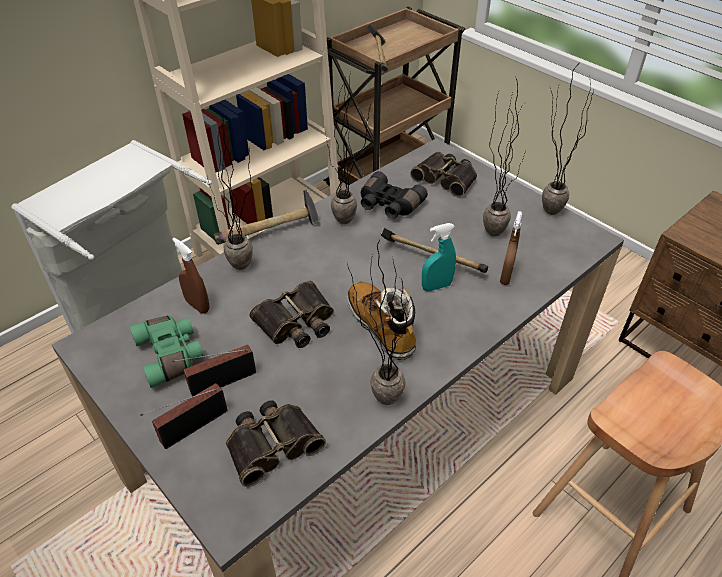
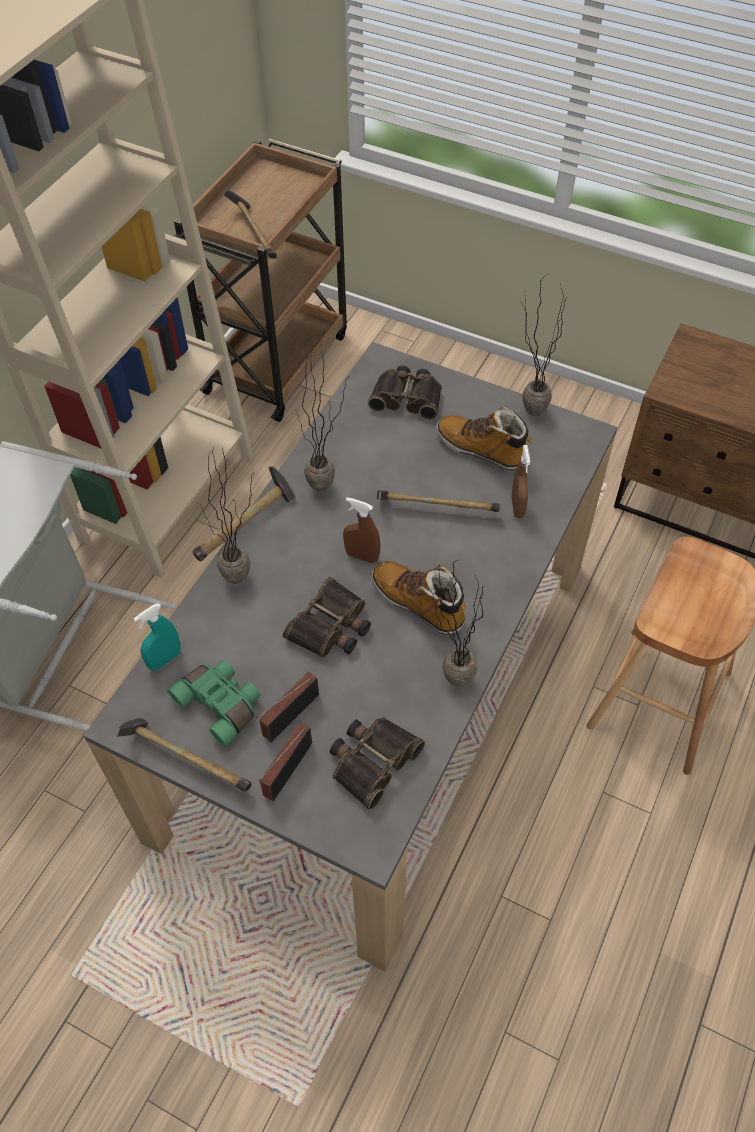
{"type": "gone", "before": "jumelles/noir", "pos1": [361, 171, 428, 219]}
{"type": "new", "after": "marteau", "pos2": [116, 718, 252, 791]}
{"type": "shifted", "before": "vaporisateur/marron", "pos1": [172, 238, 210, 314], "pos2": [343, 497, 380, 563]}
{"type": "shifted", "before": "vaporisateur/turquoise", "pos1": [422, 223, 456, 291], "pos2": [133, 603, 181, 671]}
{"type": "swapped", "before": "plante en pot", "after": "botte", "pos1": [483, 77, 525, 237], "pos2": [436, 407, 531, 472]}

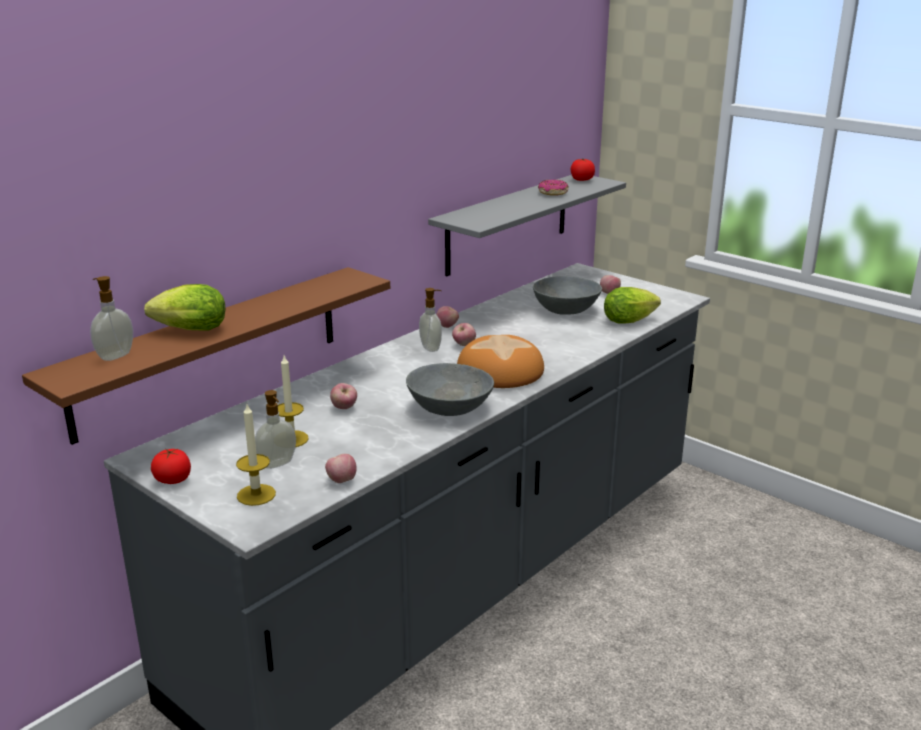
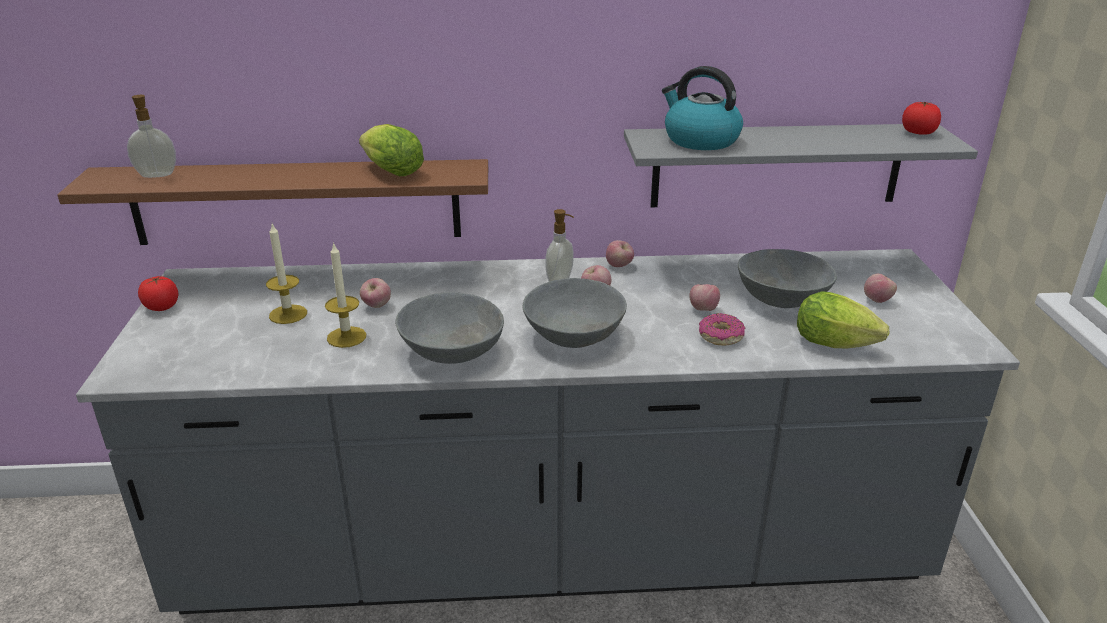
{"type": "gone", "before": "distributeur de savon", "pos1": [255, 390, 296, 469]}
{"type": "new", "after": "bouilloire", "pos2": [662, 66, 743, 150]}
{"type": "shifted", "before": "laitue", "pos1": [144, 284, 225, 330], "pos2": [359, 124, 424, 176]}
{"type": "shifted", "before": "bougie", "pos1": [236, 404, 276, 506], "pos2": [325, 242, 366, 348]}
{"type": "shifted", "before": "pomme", "pos1": [325, 454, 357, 483], "pos2": [689, 284, 720, 311]}
{"type": "shifted", "before": "beignet", "pos1": [538, 179, 568, 195], "pos2": [699, 313, 745, 346]}
{"type": "swapped", "before": "pain", "after": "bol/gris", "pos1": [457, 335, 544, 388], "pos2": [523, 278, 627, 348]}

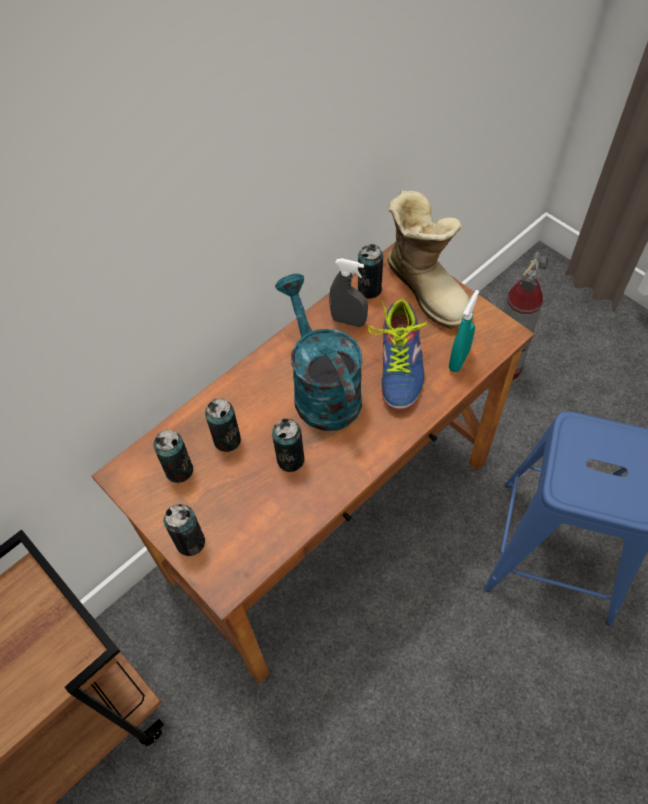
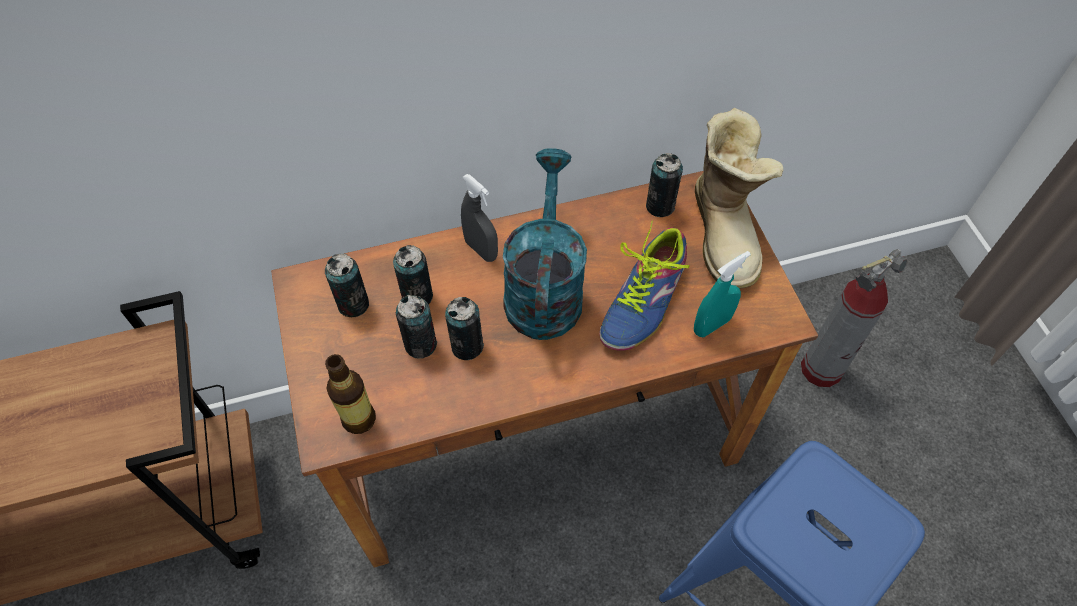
{"type": "new", "after": "bouteille", "pos2": [325, 354, 376, 434]}
{"type": "shifted", "before": "boîte métallique", "pos1": [164, 504, 205, 556], "pos2": [396, 295, 437, 359]}
{"type": "shifted", "before": "vaporisateur/gris", "pos1": [329, 258, 368, 327], "pos2": [461, 174, 498, 262]}

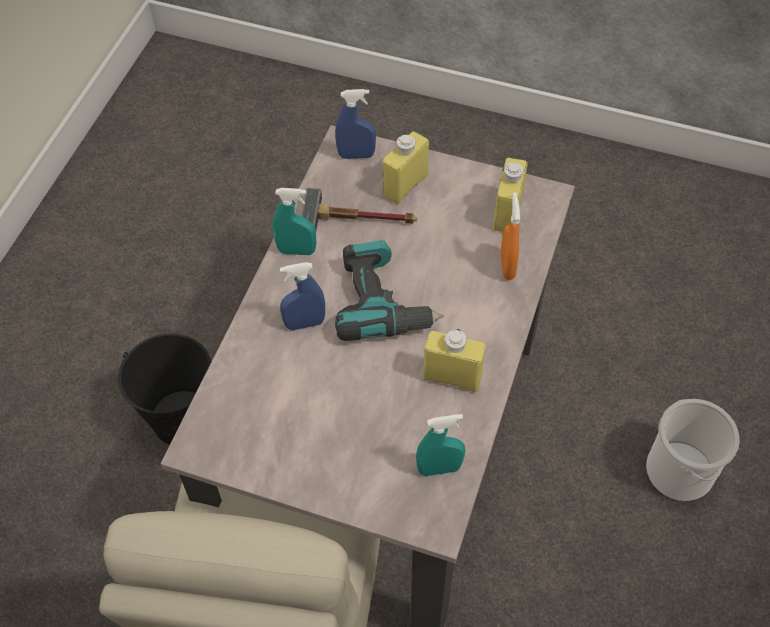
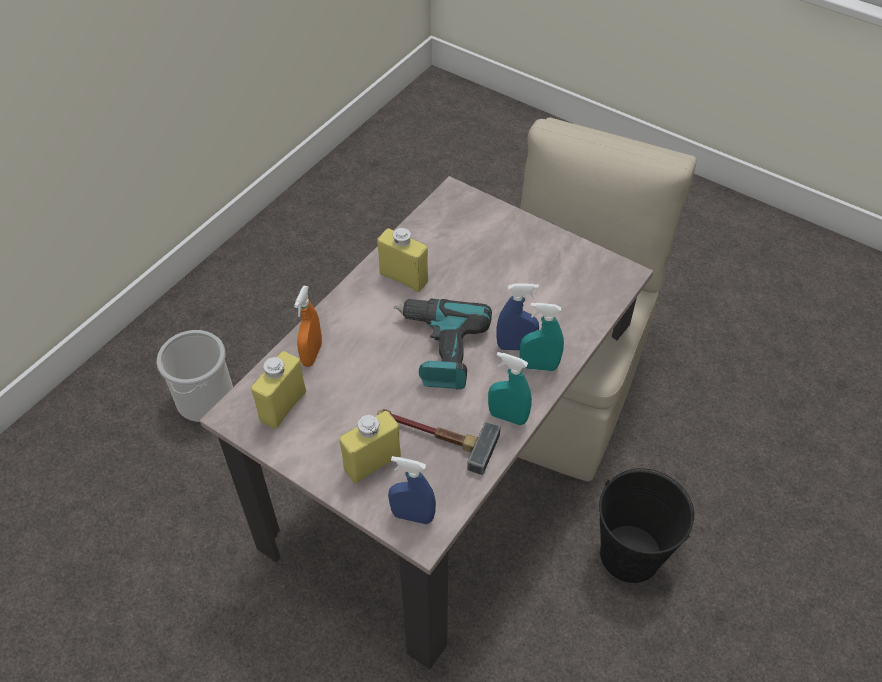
{"type": "shifted", "before": "vaporisateur/turquoise", "pos1": [416, 414, 465, 476], "pos2": [520, 302, 564, 371]}

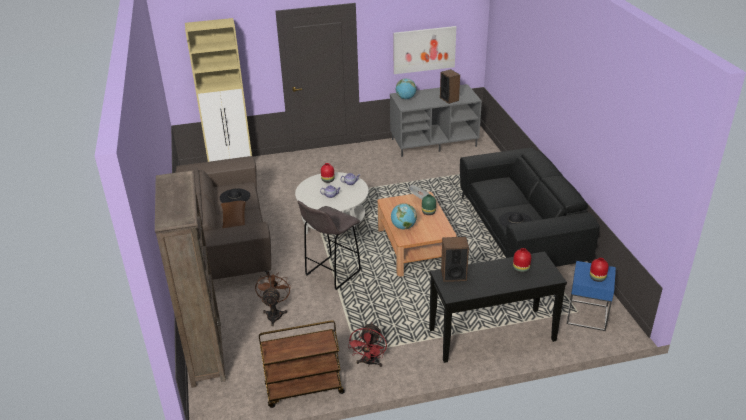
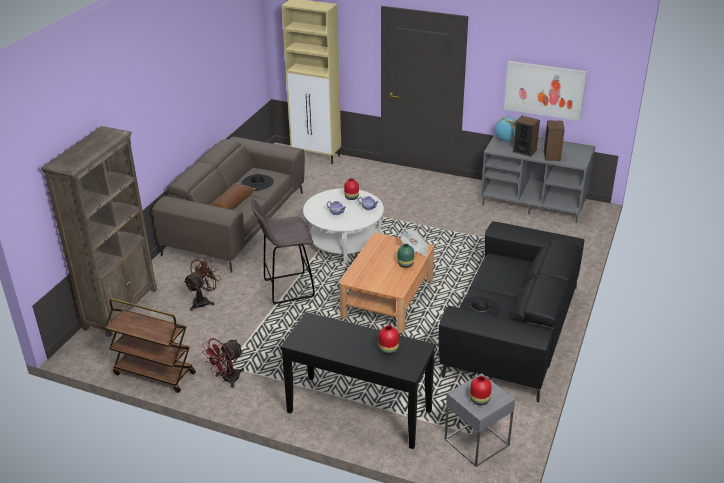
{"type": "gone", "before": "globe", "pos1": [391, 203, 417, 230]}
{"type": "shifted", "before": "enceinte", "pos1": [441, 237, 469, 282], "pos2": [513, 116, 540, 157]}
{"type": "repainted", "before": "table d'appoint/bleu", "after": "table d'appoint/gris", "pos1": [567, 261, 616, 331], "pos2": [445, 373, 515, 467]}

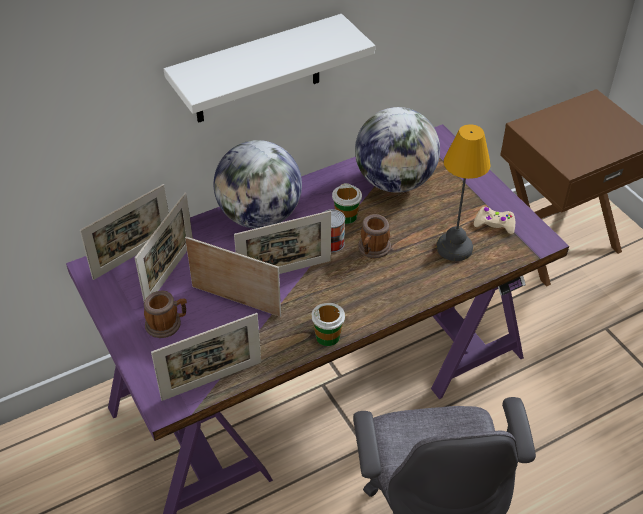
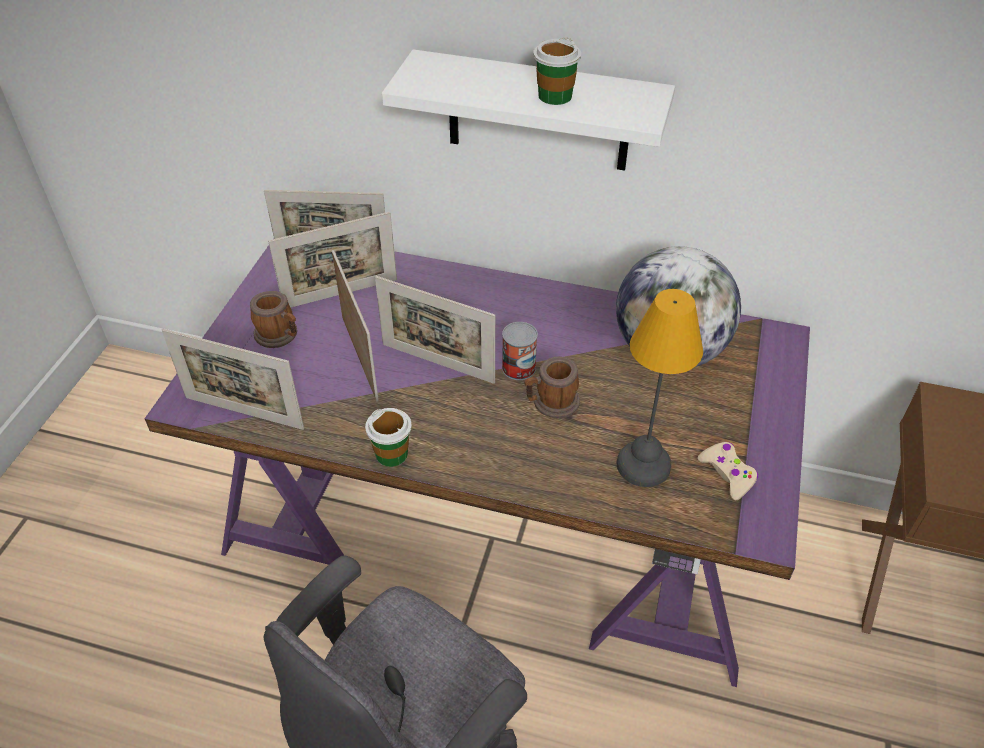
{"type": "gone", "before": "globe", "pos1": [213, 140, 302, 229]}
{"type": "shifted", "before": "tasse", "pos1": [332, 183, 362, 224], "pos2": [533, 37, 581, 105]}

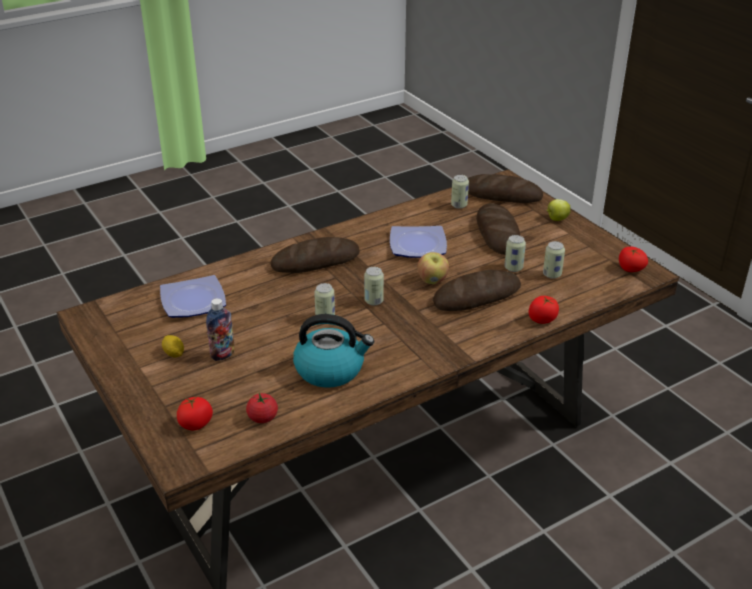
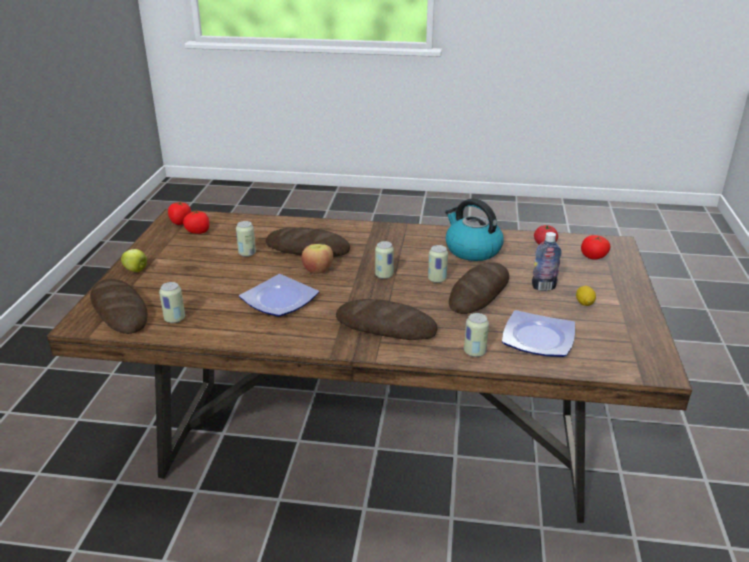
{"type": "shifted", "before": "pain", "pos1": [476, 203, 520, 255], "pos2": [449, 263, 509, 314]}
{"type": "shifted", "before": "tomate", "pos1": [529, 296, 559, 324], "pos2": [183, 210, 209, 234]}
{"type": "shifted", "before": "boîte métallique", "pos1": [543, 241, 565, 279], "pos2": [464, 313, 489, 357]}

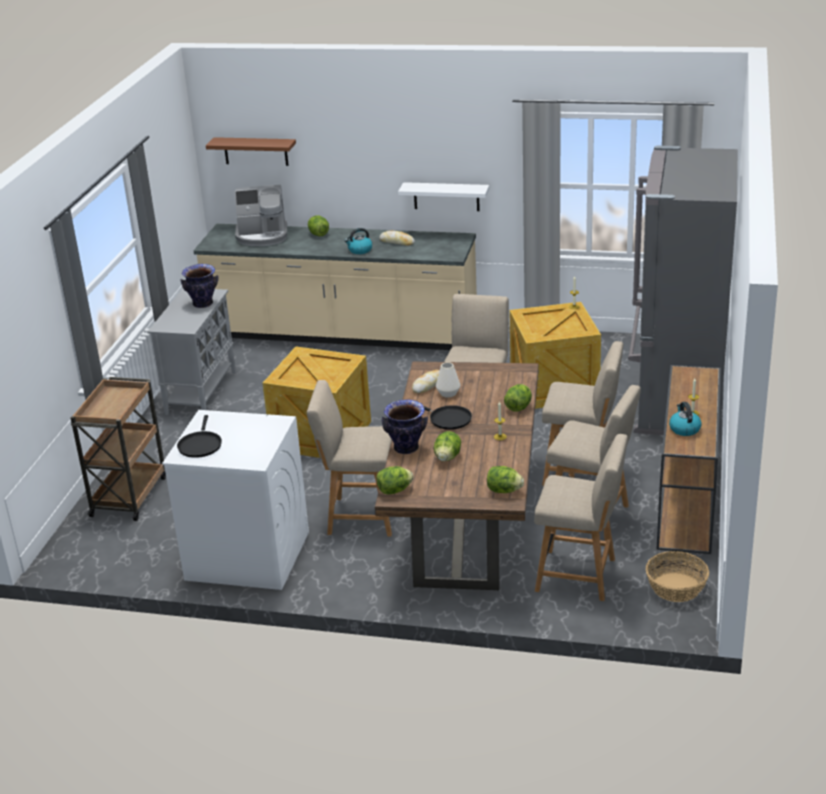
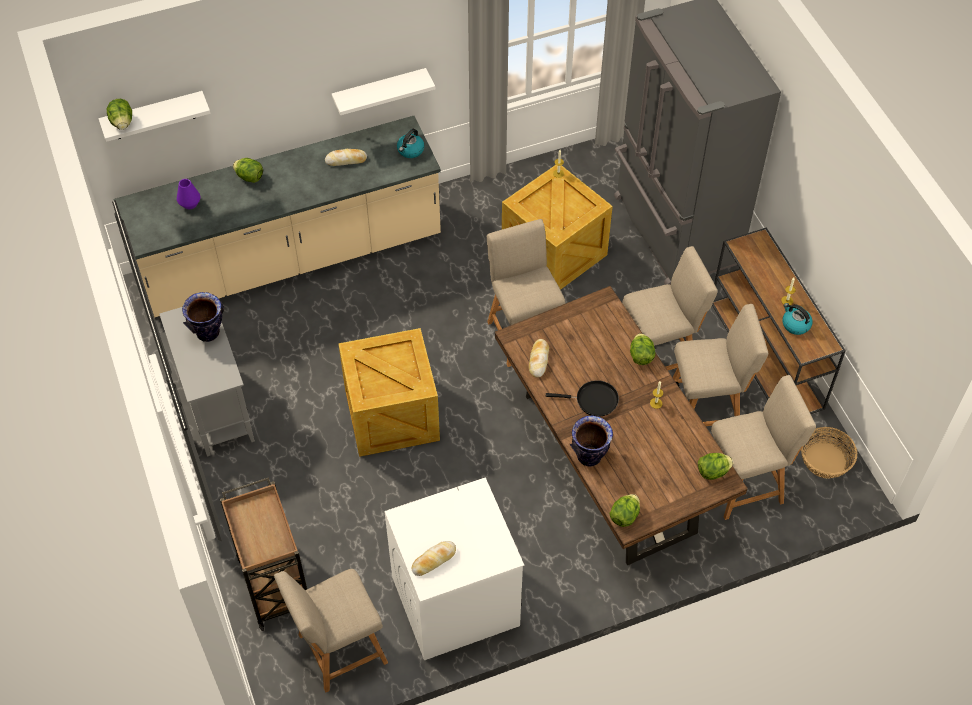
{"type": "gone", "before": "vase/blanc", "pos1": [436, 362, 461, 398]}
{"type": "shifted", "before": "chaise/beige", "pos1": [307, 380, 392, 536], "pos2": [274, 569, 388, 692]}
{"type": "shifted", "before": "bouilloire", "pos1": [344, 228, 372, 254], "pos2": [397, 129, 424, 158]}
{"type": "shifted", "before": "laitue", "pos1": [434, 431, 461, 461], "pos2": [107, 99, 132, 130]}
{"type": "swapped", "before": "poêle/noir", "after": "pain", "pos1": [177, 415, 222, 458], "pos2": [412, 541, 456, 576]}
{"type": "swapped", "before": "machine à café", "after": "vase/violet", "pos1": [235, 185, 287, 246], "pos2": [177, 179, 201, 209]}
{"type": "repainted", "before": "étagère/marron", "after": "étagère/blanc", "pos1": [206, 137, 296, 166], "pos2": [99, 91, 210, 142]}

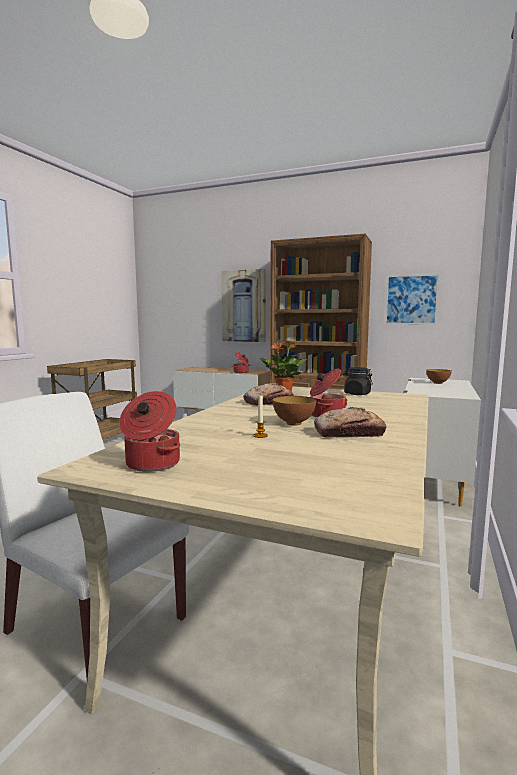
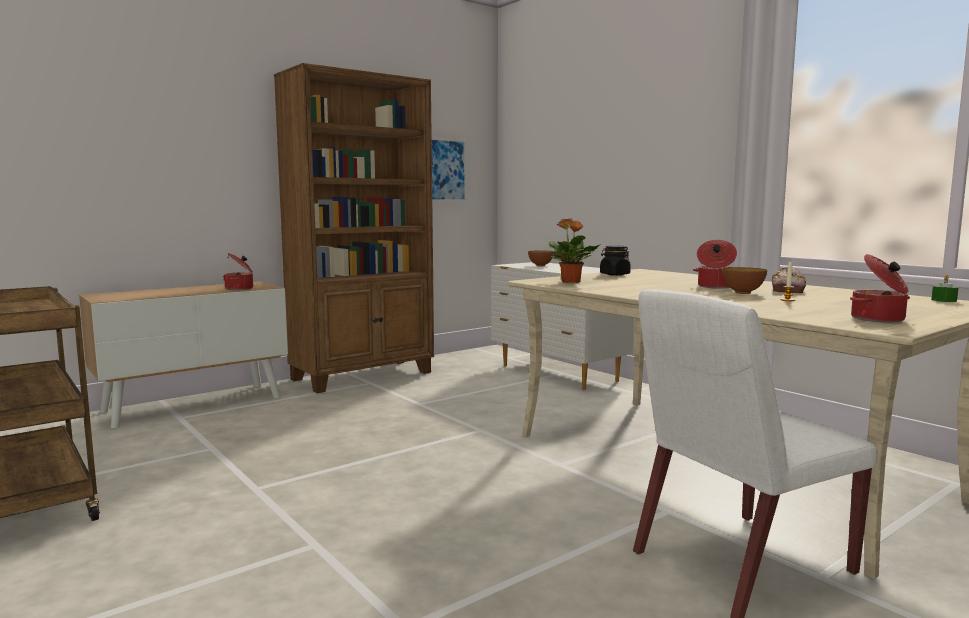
{"type": "gone", "before": "tableau", "pos1": [221, 269, 266, 342]}
{"type": "gone", "before": "pain", "pos1": [243, 383, 294, 406]}
{"type": "new", "after": "bougie/vert", "pos2": [931, 275, 959, 302]}

